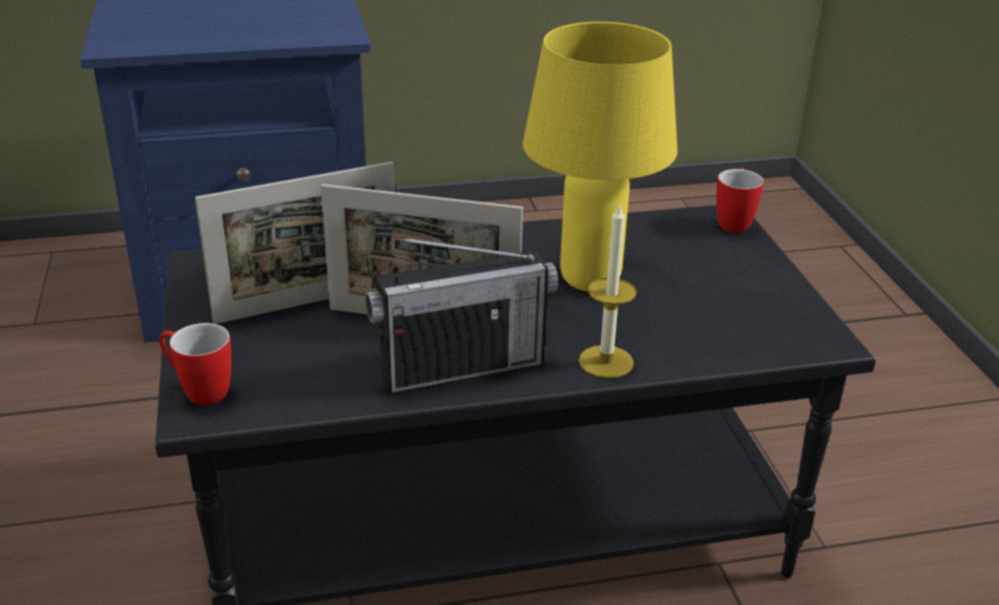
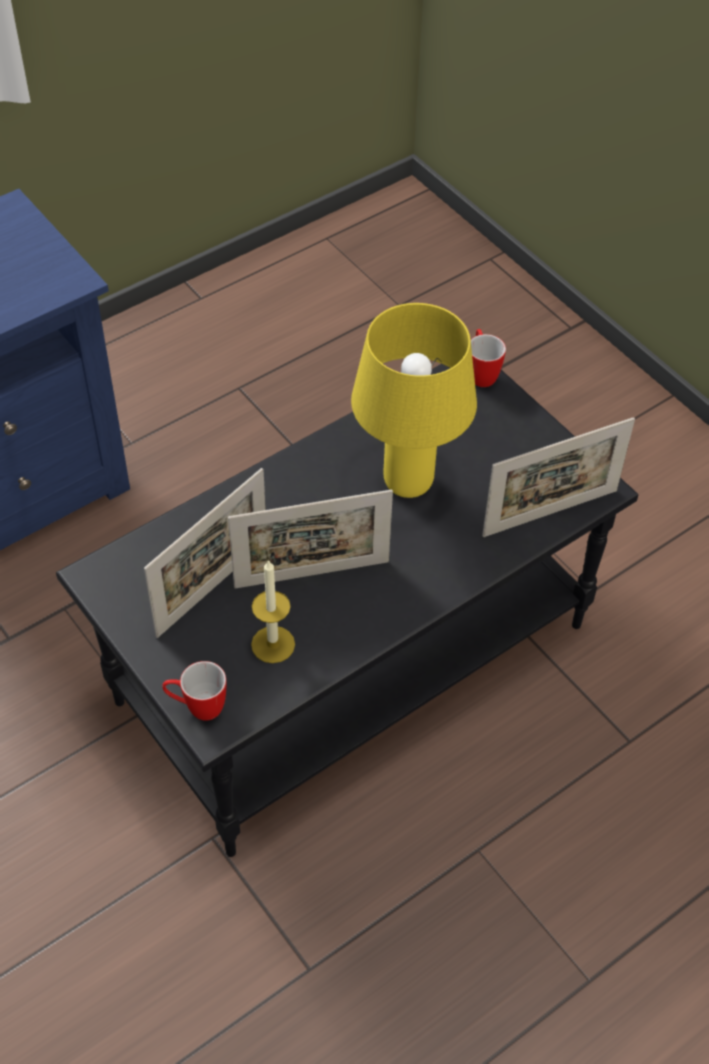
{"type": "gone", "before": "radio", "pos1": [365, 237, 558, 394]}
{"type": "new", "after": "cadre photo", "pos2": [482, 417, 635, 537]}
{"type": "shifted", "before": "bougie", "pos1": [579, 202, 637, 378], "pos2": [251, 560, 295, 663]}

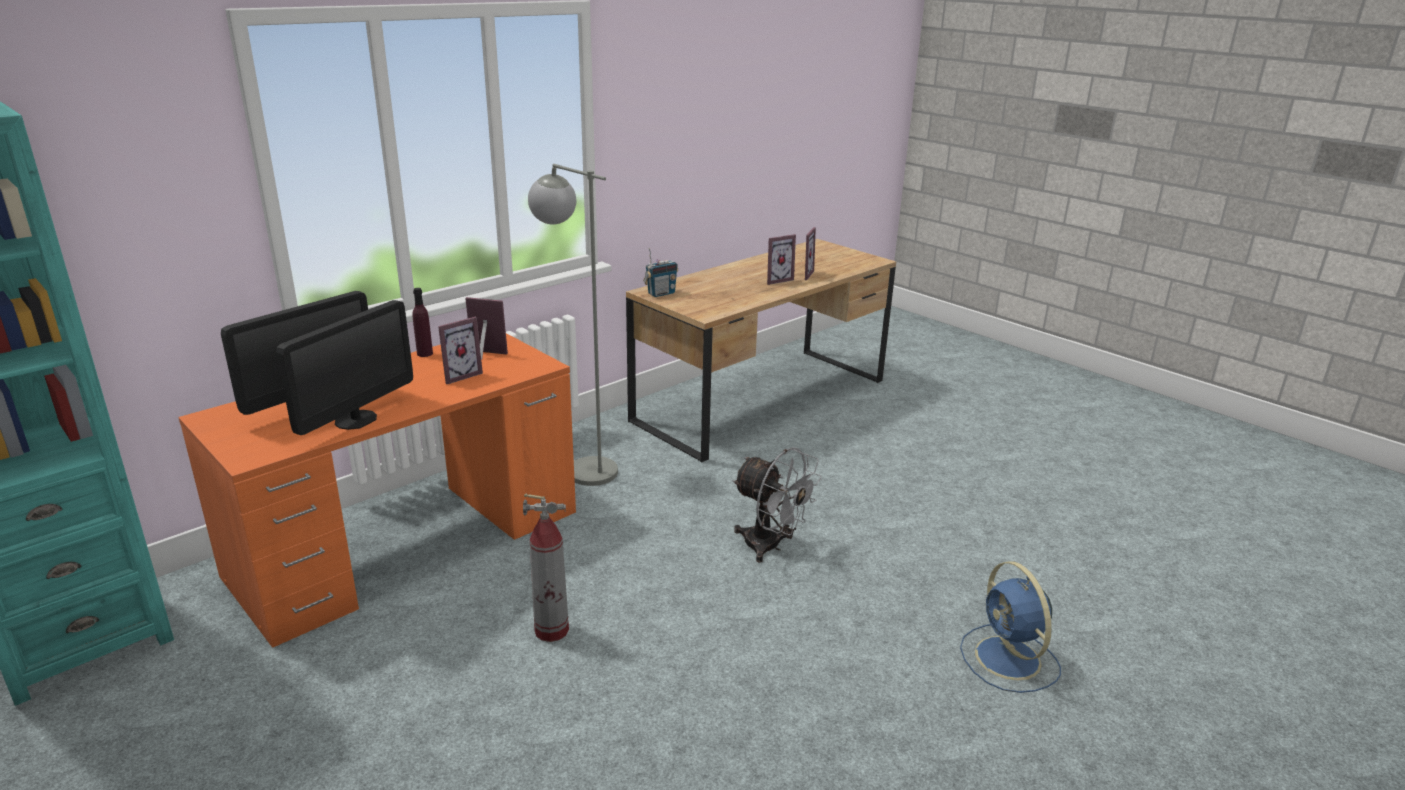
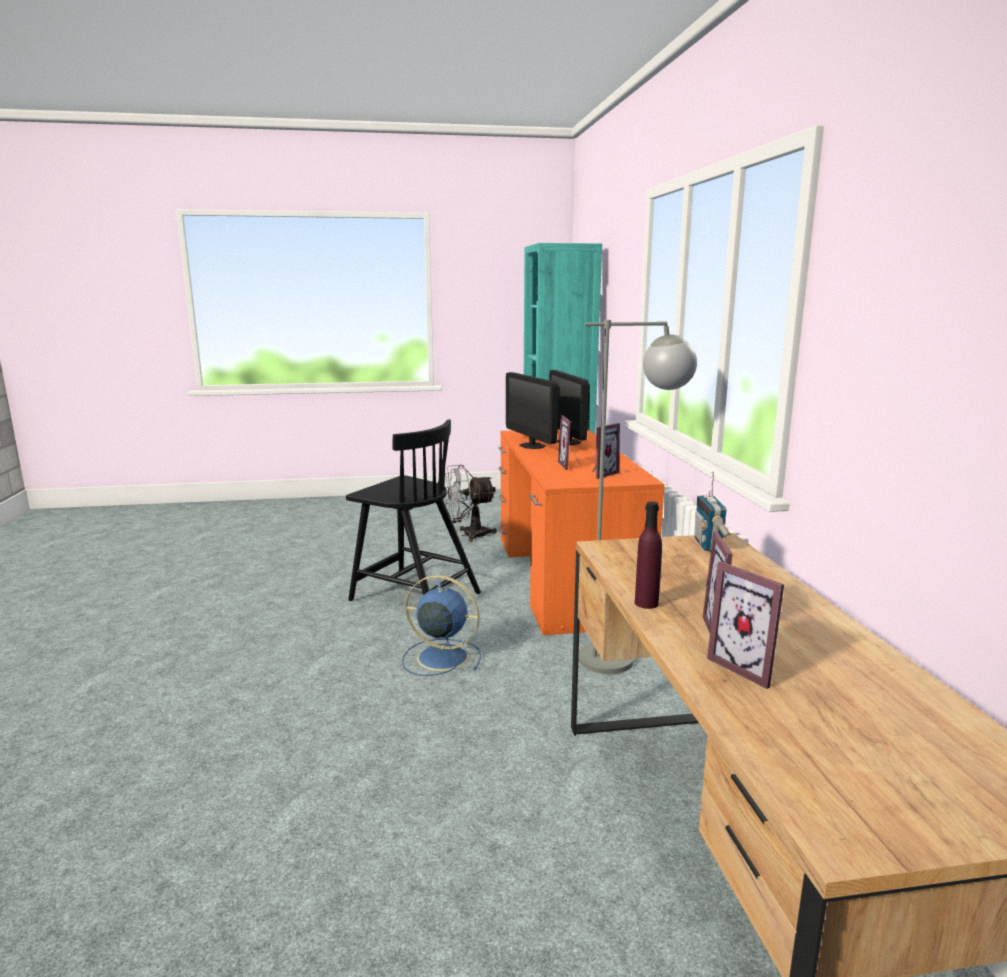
{"type": "shifted", "before": "bouteille/violet", "pos1": [412, 288, 433, 357], "pos2": [635, 501, 662, 609]}
{"type": "shifted", "before": "ventilateur/gris", "pos1": [733, 447, 822, 563], "pos2": [445, 464, 497, 542]}
{"type": "shifted", "before": "ventilateur/bleu", "pos1": [960, 561, 1061, 693], "pos2": [402, 575, 481, 676]}
{"type": "swapped", "before": "extincteur", "after": "chaise/noir", "pos1": [523, 494, 569, 642], "pos2": [346, 419, 481, 601]}

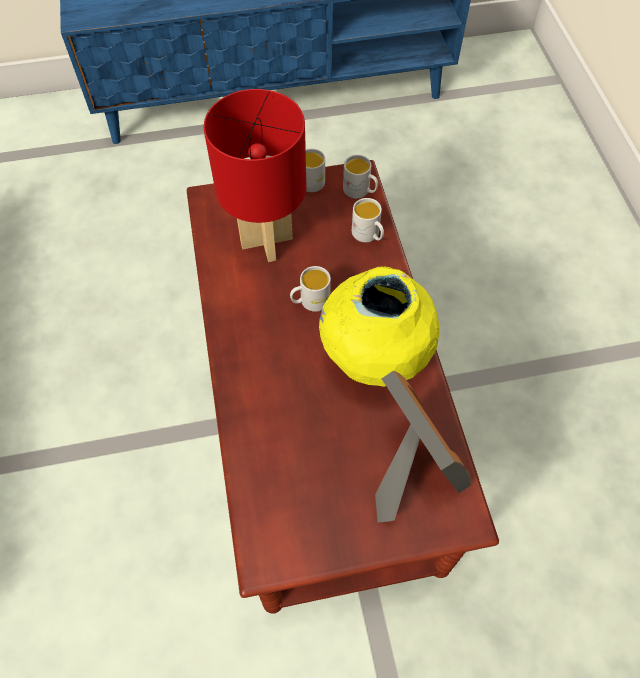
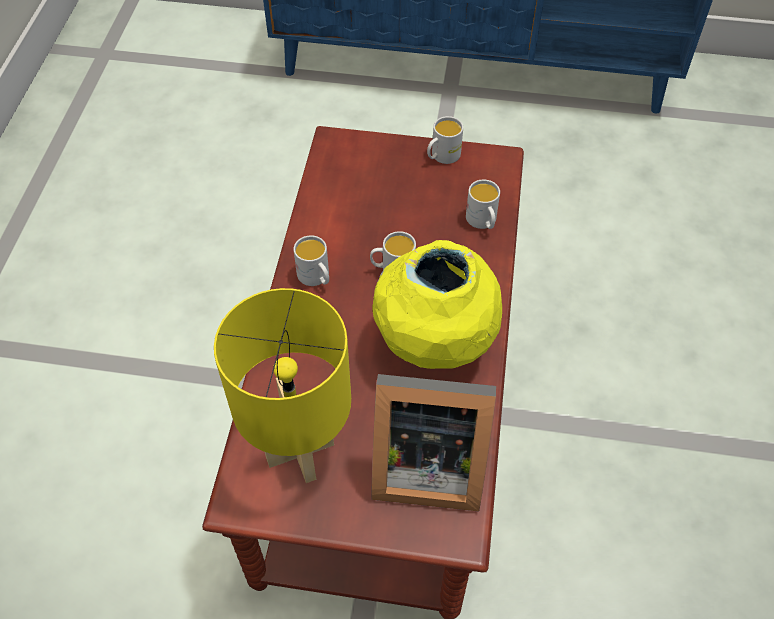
{"type": "gone", "before": "lampe de table/rouge", "pos1": [204, 89, 306, 262]}
{"type": "new", "after": "lampe de table/jaune", "pos2": [214, 288, 351, 483]}
{"type": "shifted", "before": "mug/blanc", "pos1": [343, 155, 378, 199], "pos2": [294, 235, 329, 286]}
{"type": "rotated", "before": "cadre photo", "pos1": [375, 371, 471, 523], "pos2": [371, 374, 496, 512], "turn": 105}

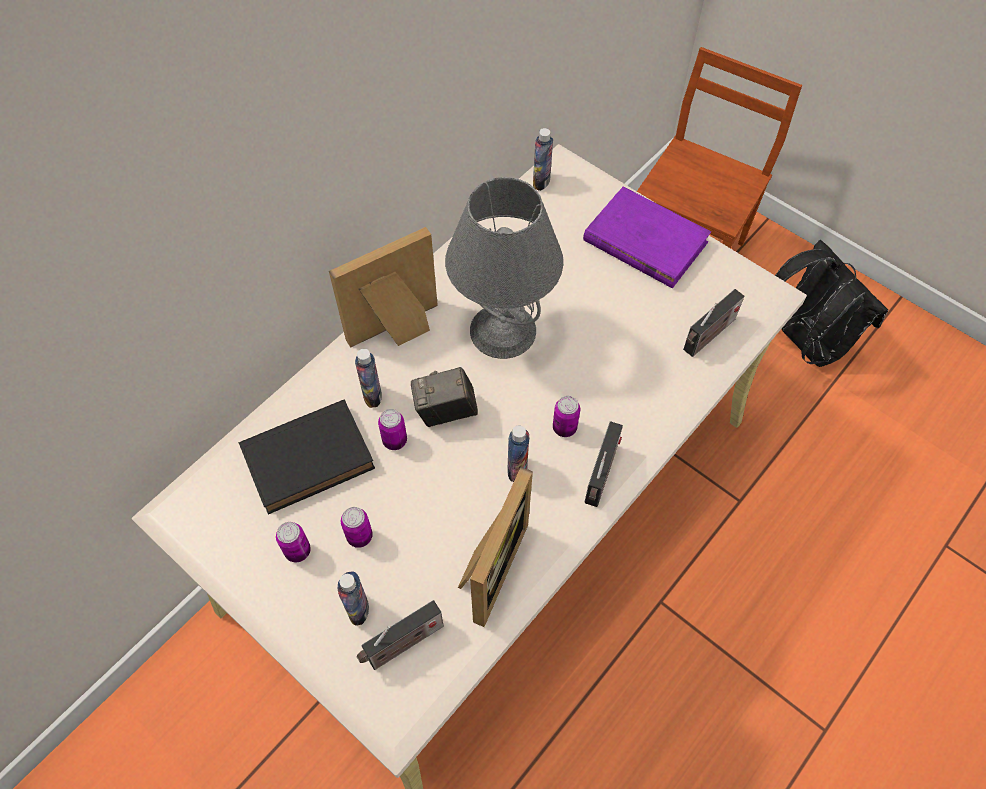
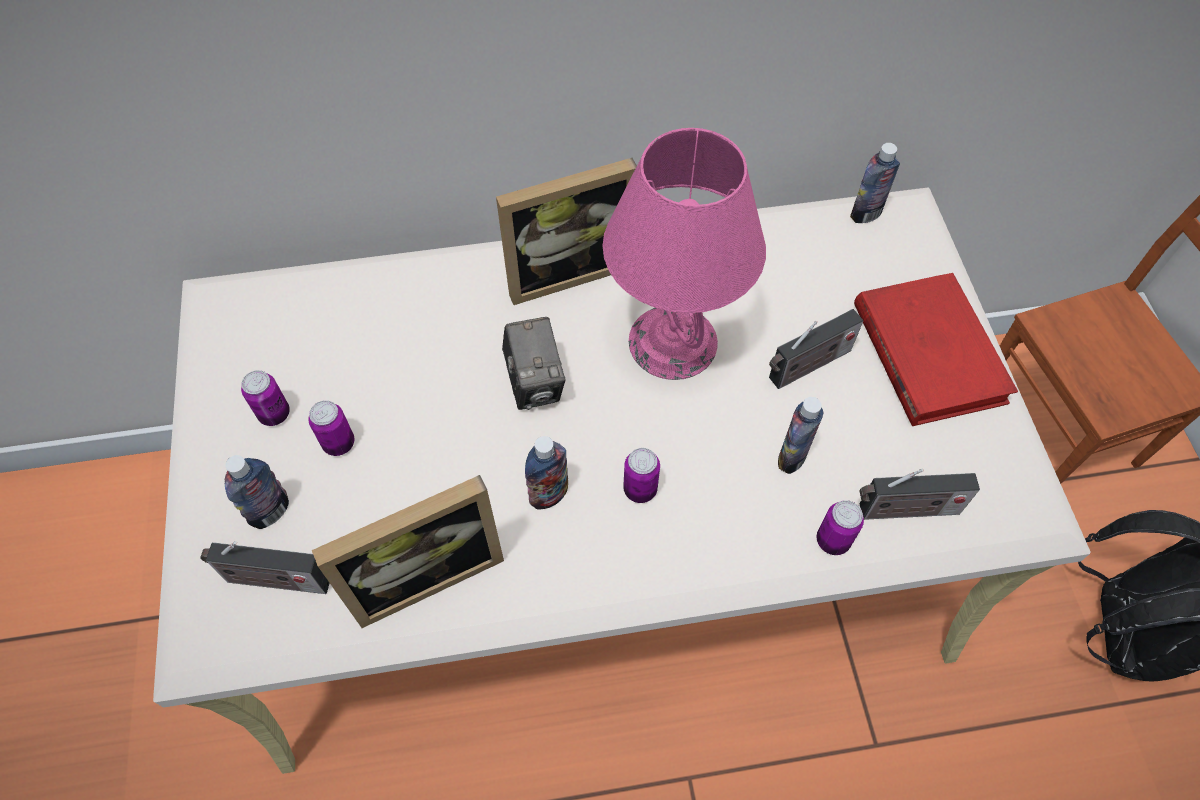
{"type": "gone", "before": "livre/noir", "pos1": [239, 399, 375, 514]}
{"type": "shifted", "before": "bouteille", "pos1": [355, 349, 382, 408], "pos2": [778, 397, 823, 474]}
{"type": "shifted", "before": "boîte métallique", "pos1": [378, 409, 407, 450], "pos2": [817, 500, 864, 555]}
{"type": "shifted", "before": "radio", "pos1": [584, 421, 623, 507], "pos2": [769, 309, 863, 389]}
{"type": "repainted", "before": "lampe de table/gris", "after": "lampe de table/rose", "pos1": [445, 177, 563, 359], "pos2": [602, 128, 766, 380]}
{"type": "repainted", "before": "livre/violet", "after": "livre/rouge", "pos1": [583, 187, 711, 288], "pos2": [854, 273, 1018, 426]}
{"type": "rotated", "before": "cadre photo", "pos1": [329, 227, 438, 348], "pos2": [496, 158, 637, 305], "turn": 150}
{"type": "rotated", "before": "appareil photo", "pos1": [411, 367, 478, 427], "pos2": [502, 317, 565, 410], "turn": -135}

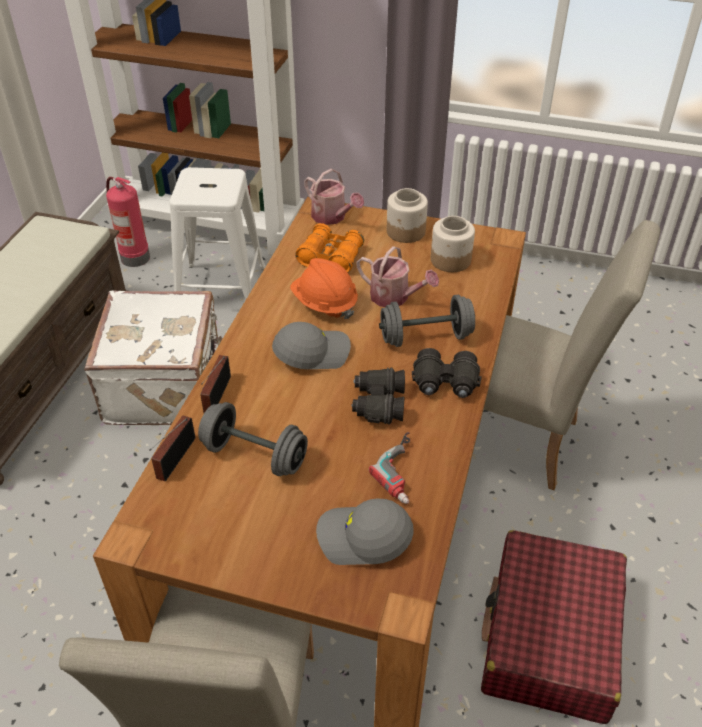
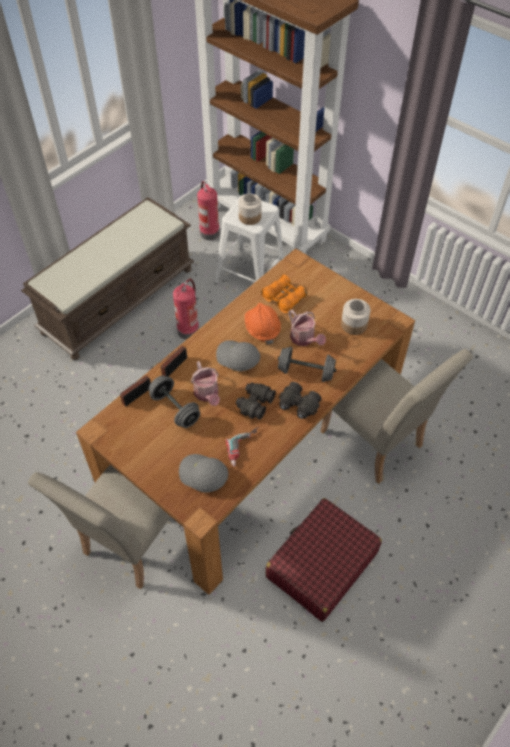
{"type": "shifted", "before": "arrosoir", "pos1": [304, 169, 364, 225], "pos2": [191, 361, 220, 406]}
{"type": "shifted", "before": "bocal", "pos1": [387, 188, 428, 243], "pos2": [238, 194, 261, 225]}
{"type": "swapped", "before": "valise/blanc", "after": "extincteur", "pos1": [84, 290, 222, 425], "pos2": [173, 279, 199, 339]}
{"type": "rotated", "before": "casquette/gris", "pos1": [272, 322, 351, 369], "pos2": [216, 340, 260, 371], "turn": -150}

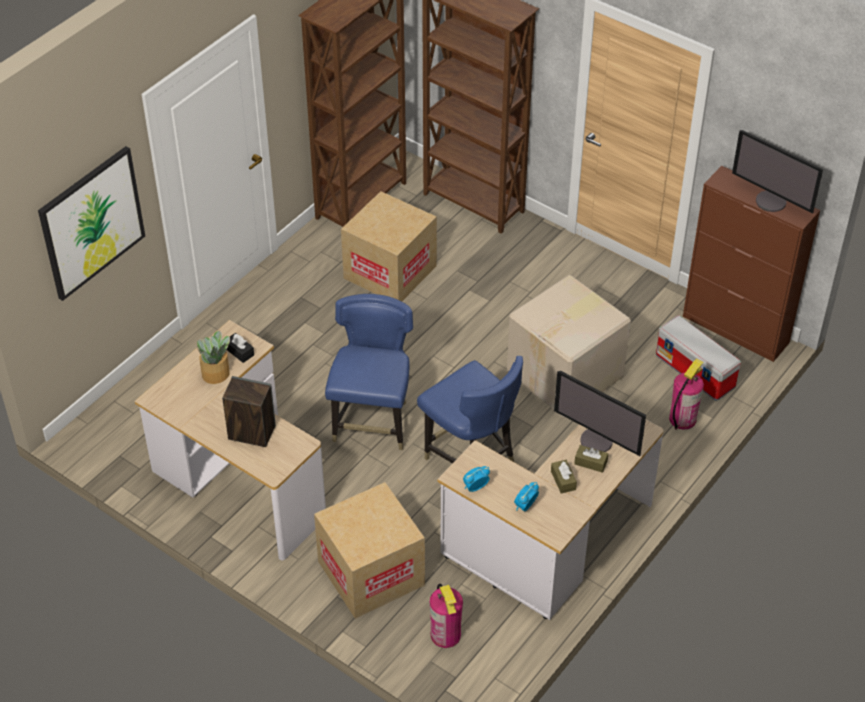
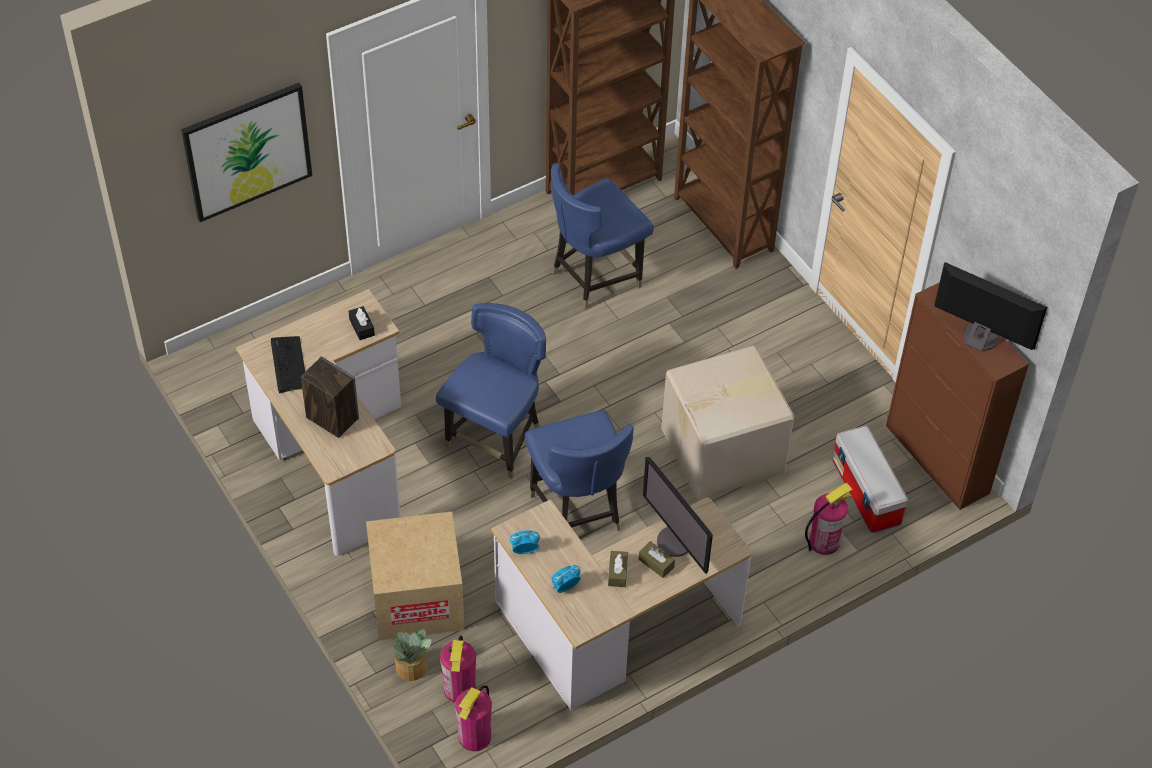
{"type": "new", "after": "clavier", "pos2": [271, 336, 305, 393]}
{"type": "new", "after": "extincteur", "pos2": [455, 685, 492, 751]}
{"type": "shifted", "before": "plante en pot", "pos1": [197, 331, 230, 384], "pos2": [393, 629, 432, 681]}
{"type": "swapped", "before": "carton", "after": "chaise/bleu", "pos1": [341, 191, 437, 301], "pos2": [551, 163, 654, 309]}
{"type": "rotated", "before": "écran d'ordinateur", "pos1": [732, 130, 823, 213], "pos2": [935, 262, 1047, 352], "turn": 150}

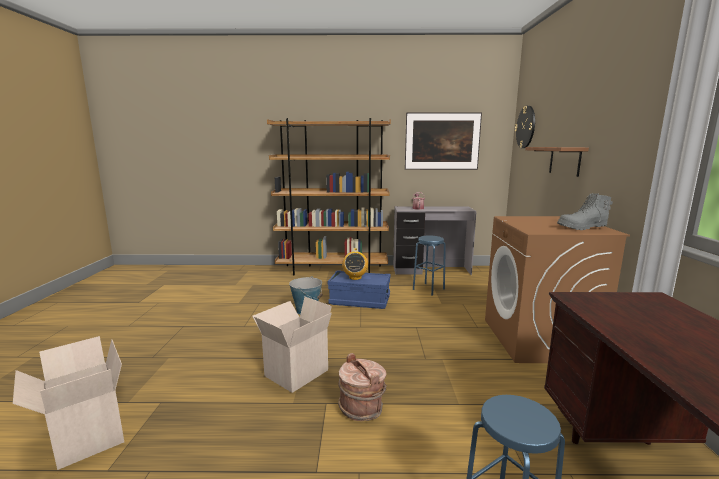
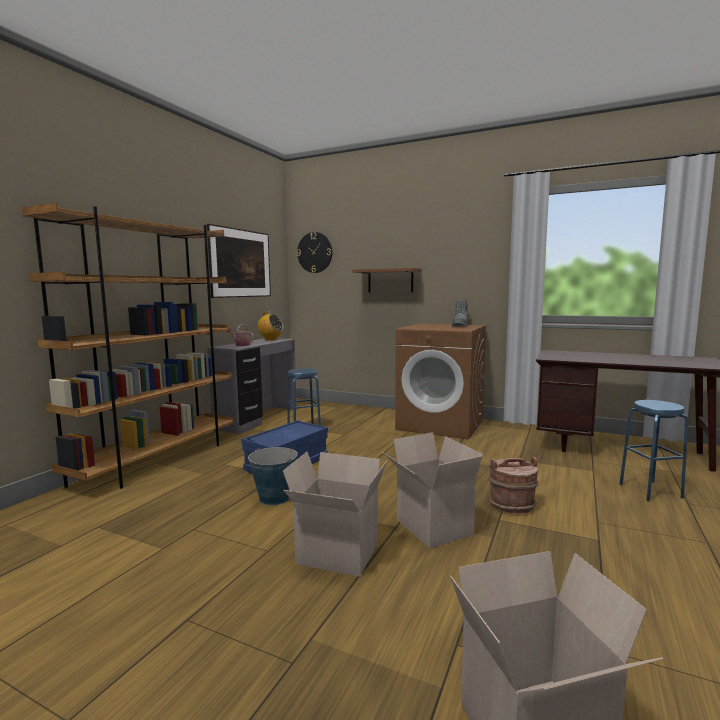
{"type": "new", "after": "carton", "pos2": [283, 452, 387, 577]}
{"type": "shifted", "before": "radio", "pos1": [342, 248, 368, 280], "pos2": [256, 311, 283, 341]}

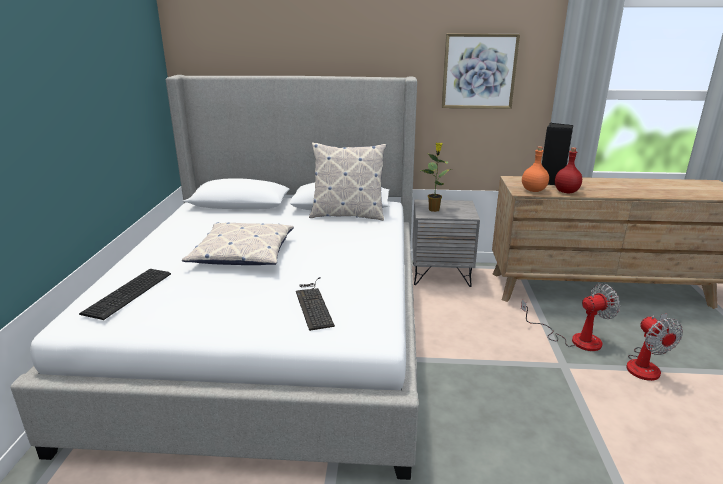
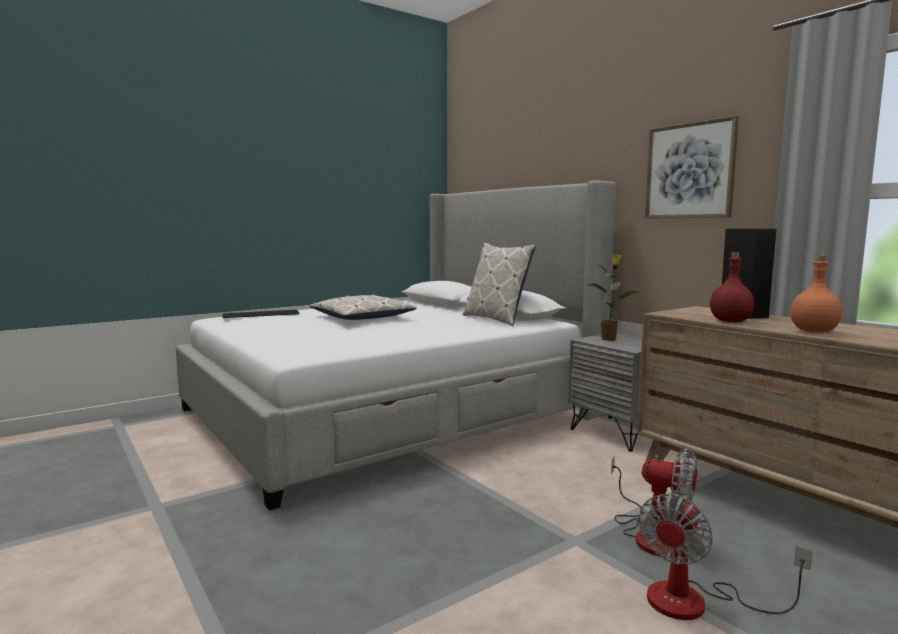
{"type": "gone", "before": "clavier", "pos1": [296, 277, 335, 331]}
{"type": "shifted", "before": "bouteille/orange", "pos1": [522, 146, 549, 192], "pos2": [790, 255, 843, 333]}

